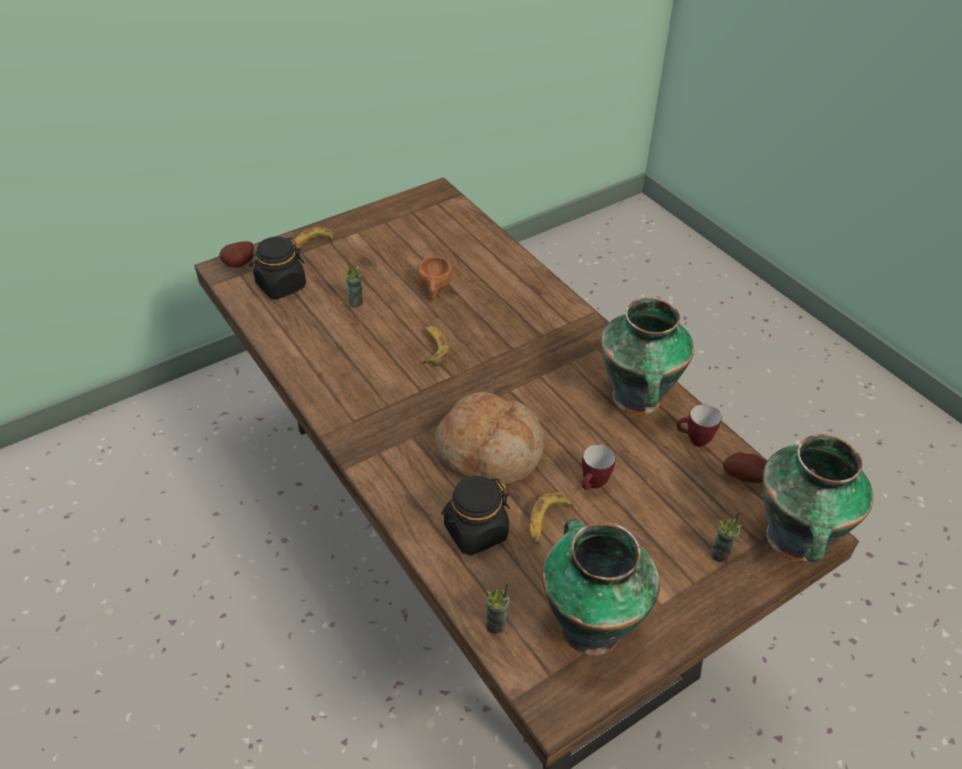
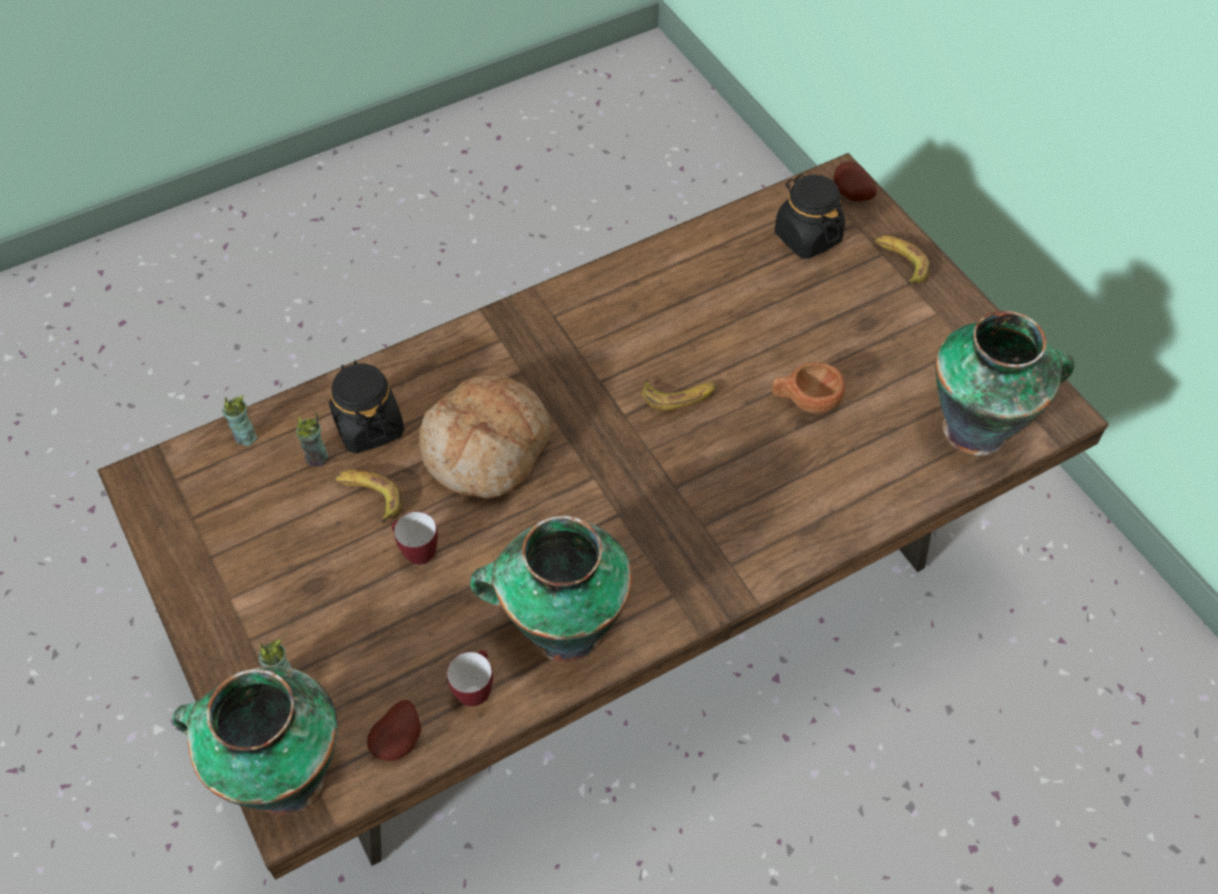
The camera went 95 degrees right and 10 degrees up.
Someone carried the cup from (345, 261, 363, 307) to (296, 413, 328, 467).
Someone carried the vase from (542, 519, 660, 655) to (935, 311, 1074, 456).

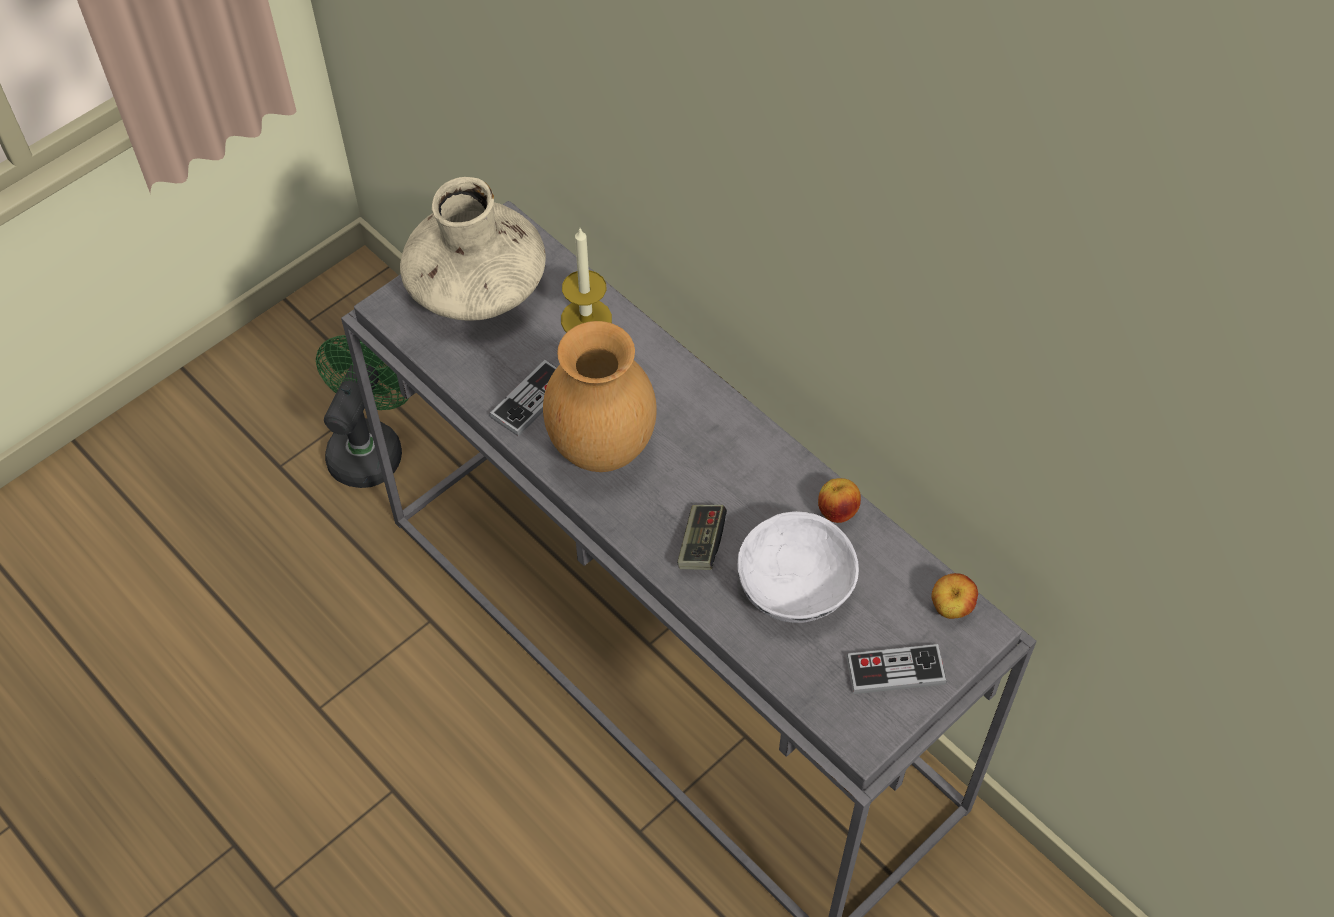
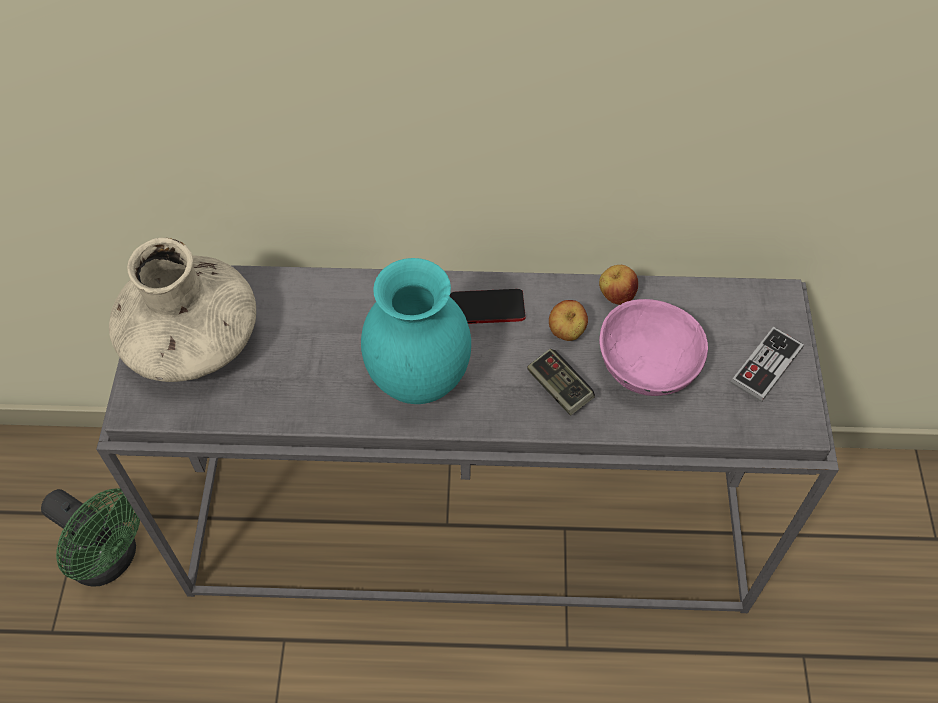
The camera went 45 degrees left and 0 degrees up.
Someone rotated the fan (green) at (316, 335, 410, 488) by 150 degrees clockwise.
Someone repainted the vase (brown) at (543, 321, 657, 472), which became the vase (turquoise) at (361, 258, 471, 404).
Someone put down the phone at (450, 289, 526, 324).
Someone carried the apple from (931, 573, 978, 619) to (549, 300, 588, 341).
Someone repainted the bowl (white) at (737, 511, 859, 623), which became the bowl (pink) at (599, 299, 708, 396).
Someone took away the game controller at (489, 360, 557, 436).
Someone took away the candle at (561, 228, 612, 333).

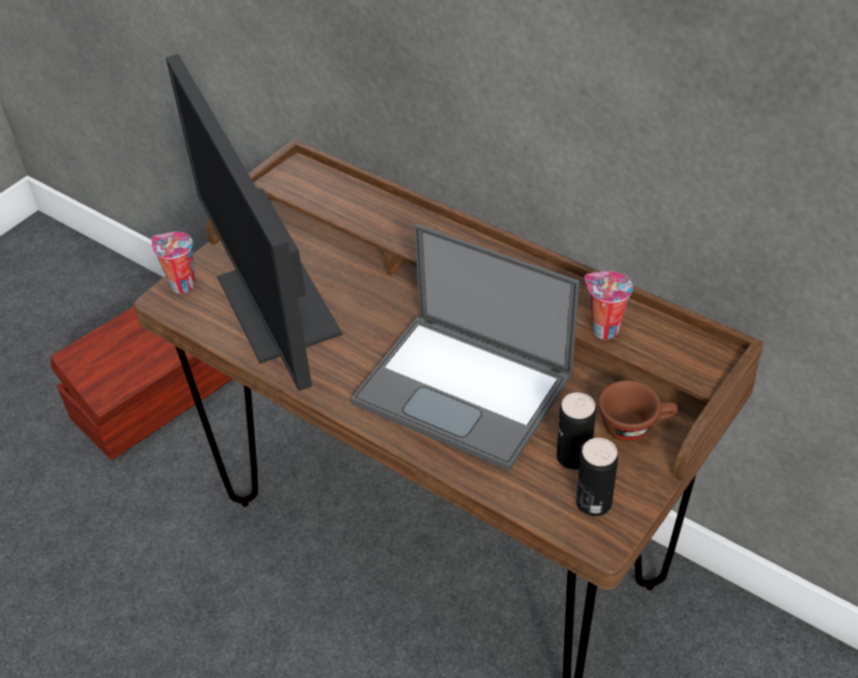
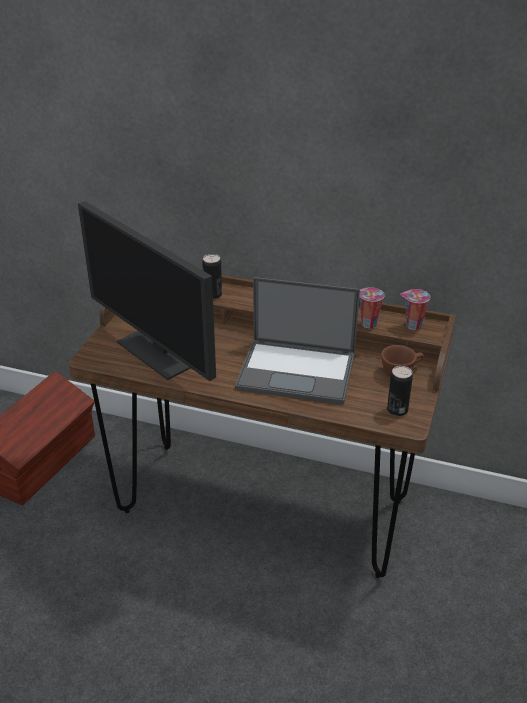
The camera went 20 degrees left and 10 degrees down.
Someone carried the can from (557, 392, 596, 470) to (202, 254, 222, 299).
Someone carried the cup from (151, 232, 195, 294) to (400, 289, 430, 330).

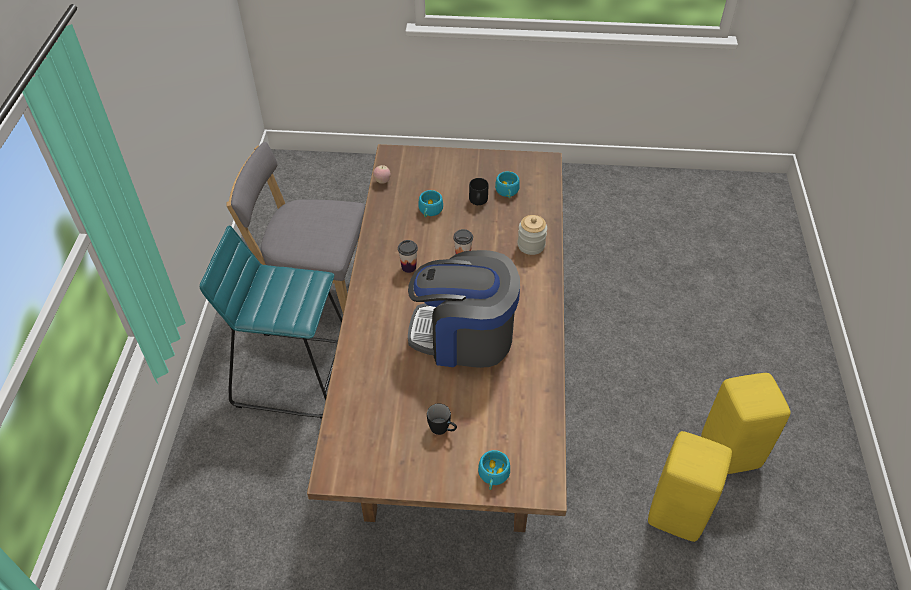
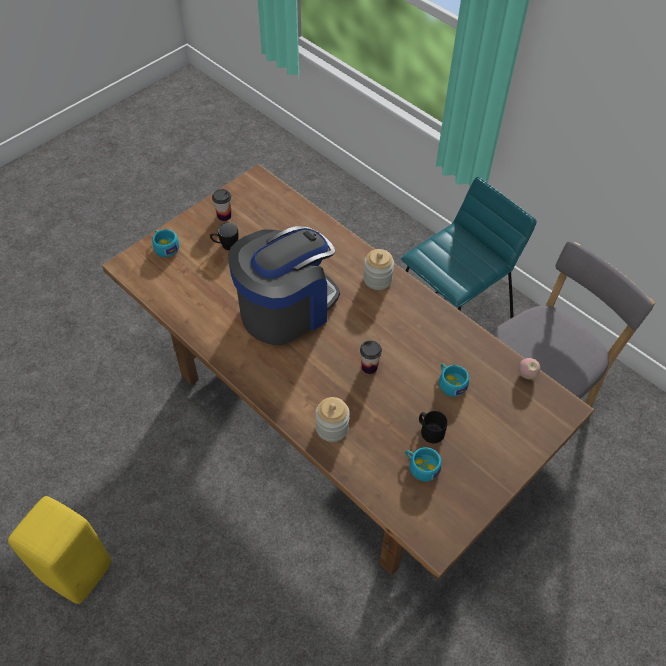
The camera went 130 degrees right and 5 degrees up.
Someone carried the cup from (398, 240, 418, 273) to (212, 189, 231, 221).
Someone put down the jar at (363, 249, 394, 290).
Someone took away the stool (yellow) at (648, 431, 732, 542).

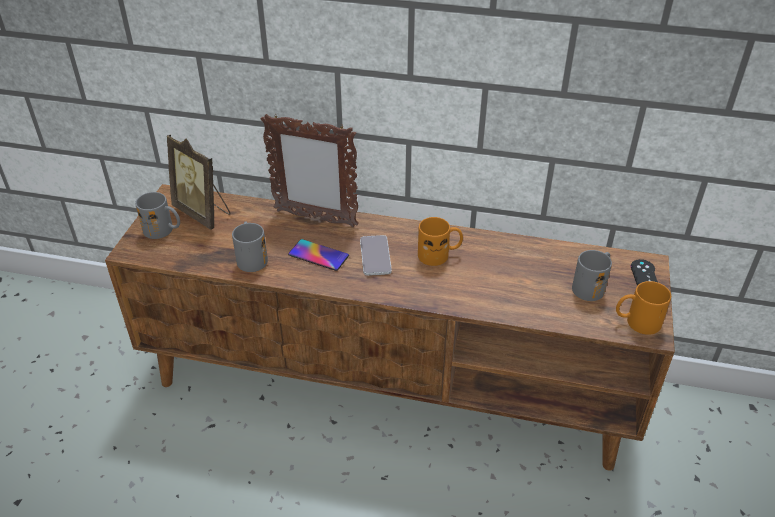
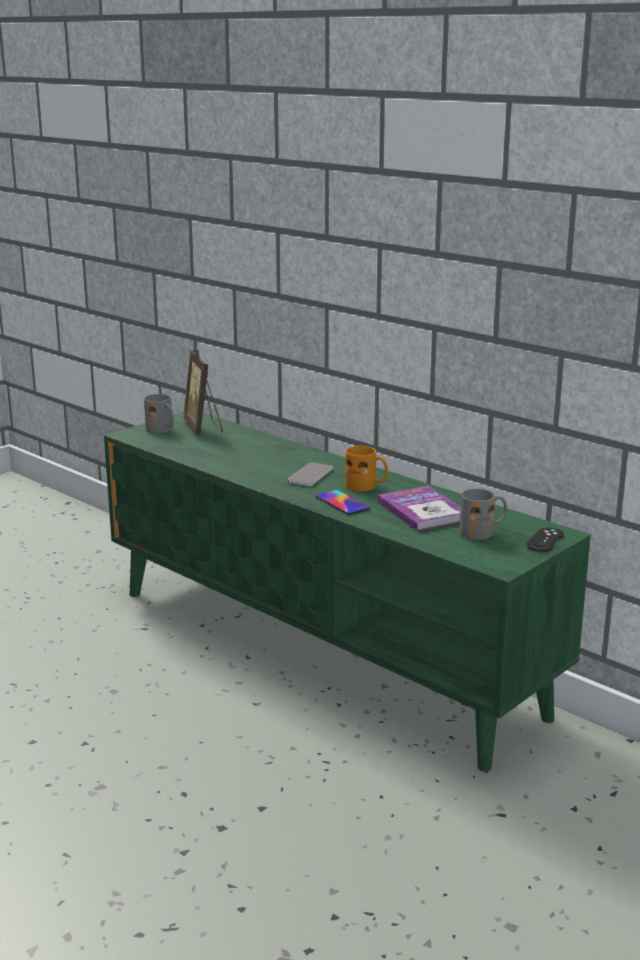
The camera went 30 degrees right and 20 degrees down.
Someone repainted the tv stand (brown) at (105, 184, 675, 471), which became the tv stand (green) at (104, 412, 591, 772).
Someone carried the phone from (288, 239, 349, 271) to (315, 490, 370, 515).
Someone put down the book at (378, 486, 460, 531).
Someone took away the mug (grey) at (232, 221, 268, 272).
Someone took away the picture frame at (261, 114, 359, 227).
Someone took away the mug (orange) at (616, 281, 671, 335).

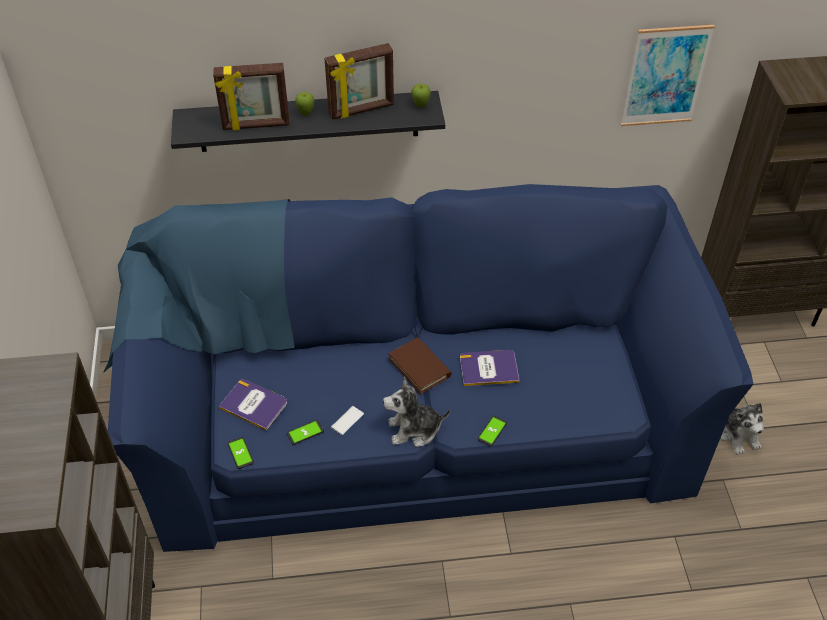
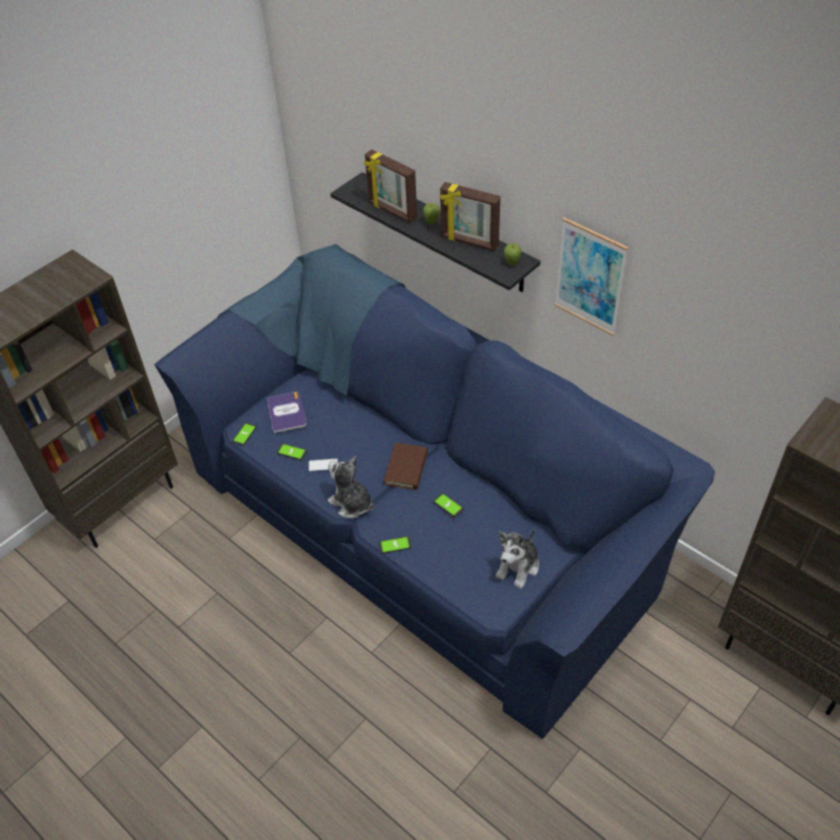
The camera went 50 degrees right and 0 degrees up.
Someone swapped the book at (460, 350, 520, 386) for the phone at (433, 493, 464, 517).
Someone carried the plush toy from (721, 403, 764, 455) to (496, 528, 539, 589).
Someone carried the picture from (621, 25, 715, 126) to (554, 217, 629, 336).

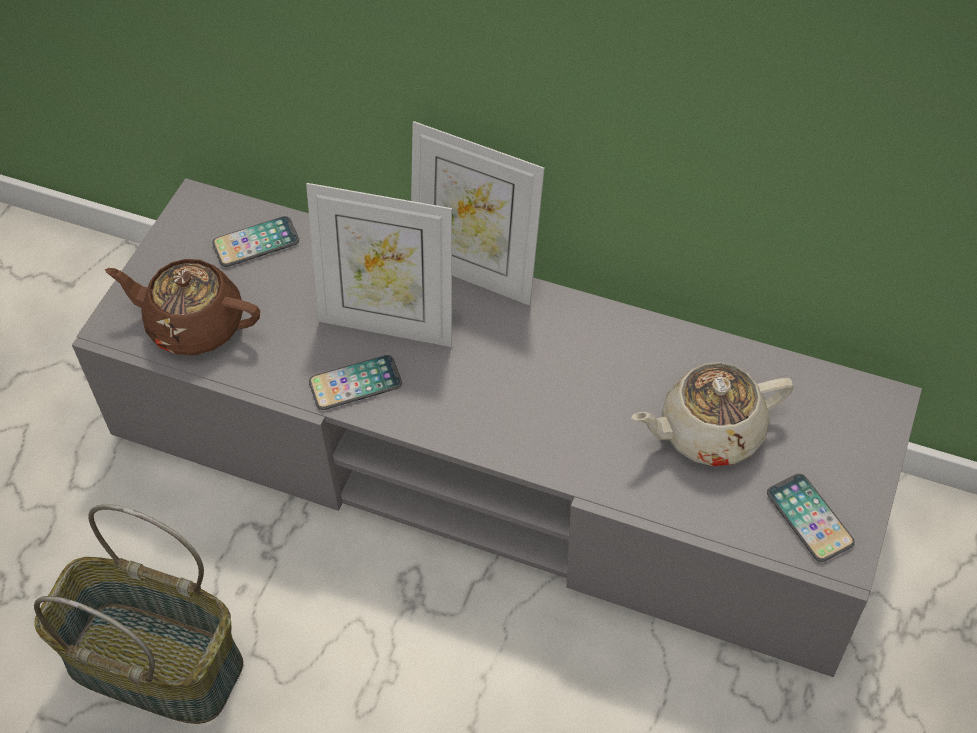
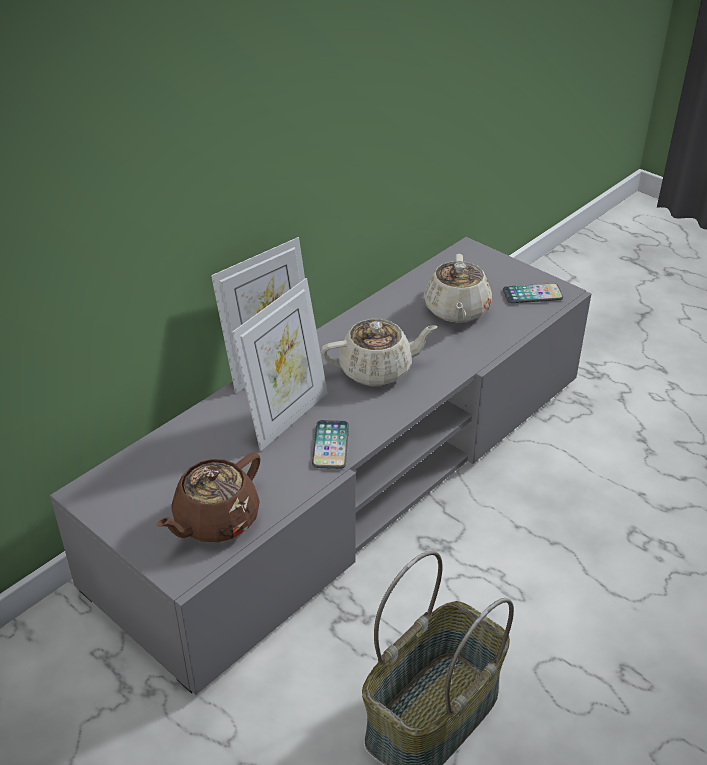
The camera went 70 degrees left and 15 degrees down.
Someone put down the teapot (beige) at (321, 319, 438, 386).
Someone took away the phone at (212, 216, 299, 267).

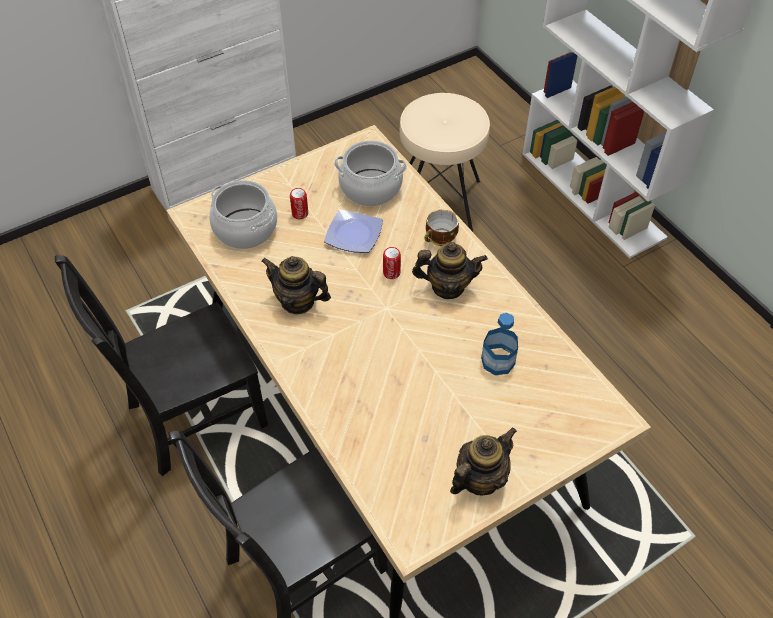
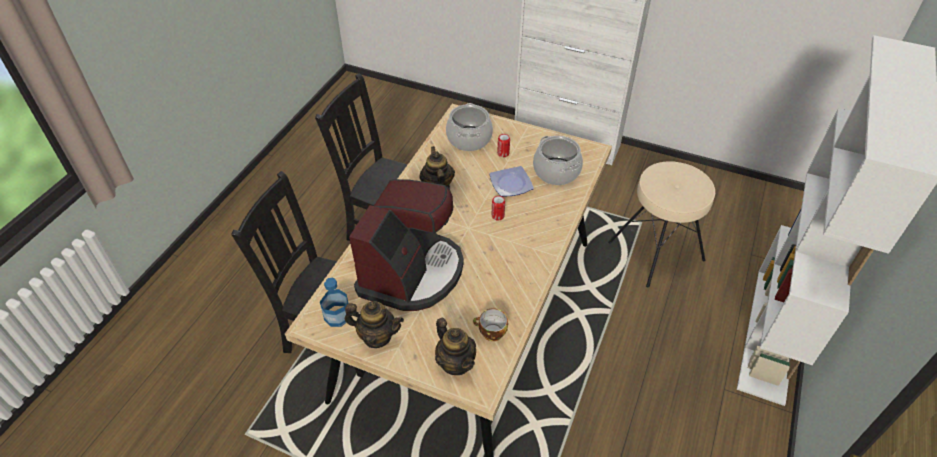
The camera went 55 degrees right and 5 degrees down.
Someone carried the bottle from (481, 313, 518, 375) to (320, 278, 349, 327).
Someone put down the coffee machine at (349, 179, 464, 311).
Someone carried the teapot from (412, 242, 488, 299) to (435, 318, 476, 375).
Someone carried the cup from (424, 209, 459, 246) to (473, 308, 508, 341).

